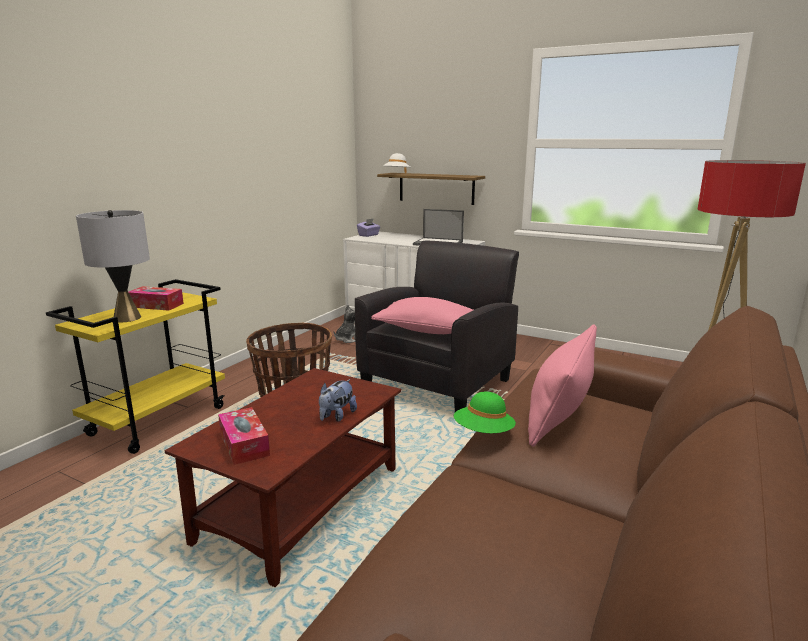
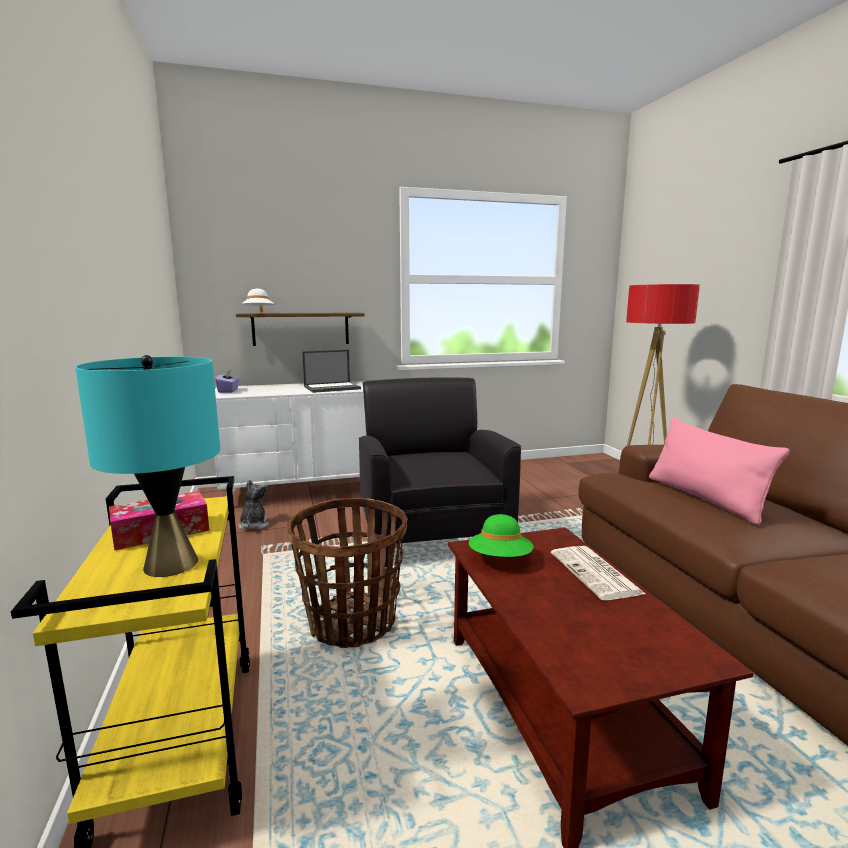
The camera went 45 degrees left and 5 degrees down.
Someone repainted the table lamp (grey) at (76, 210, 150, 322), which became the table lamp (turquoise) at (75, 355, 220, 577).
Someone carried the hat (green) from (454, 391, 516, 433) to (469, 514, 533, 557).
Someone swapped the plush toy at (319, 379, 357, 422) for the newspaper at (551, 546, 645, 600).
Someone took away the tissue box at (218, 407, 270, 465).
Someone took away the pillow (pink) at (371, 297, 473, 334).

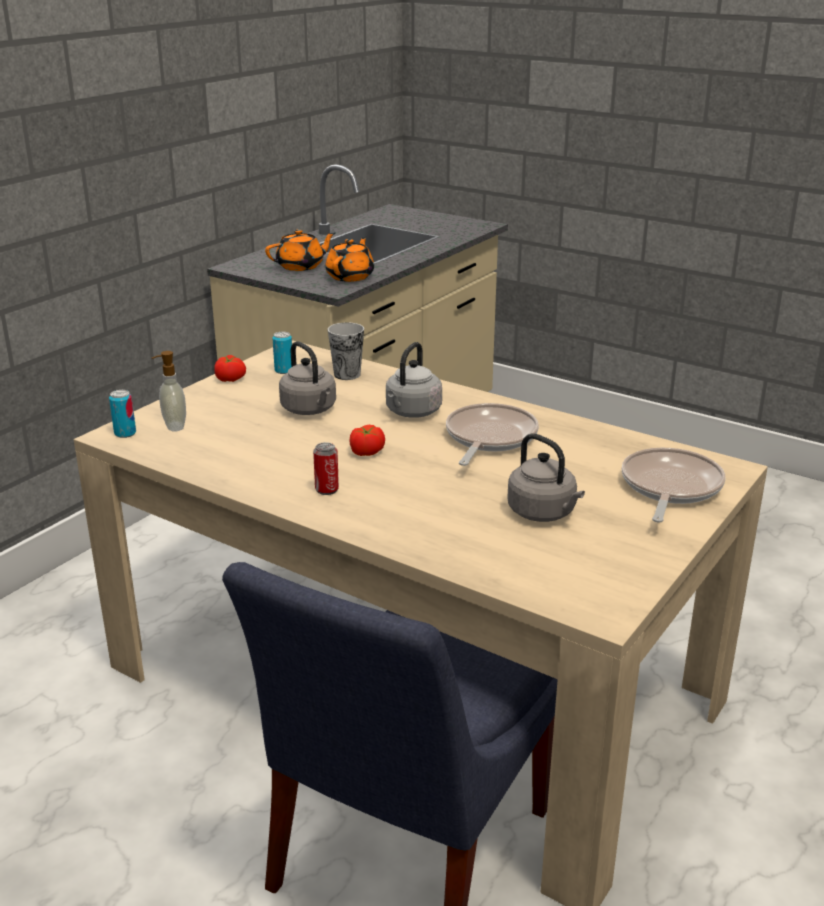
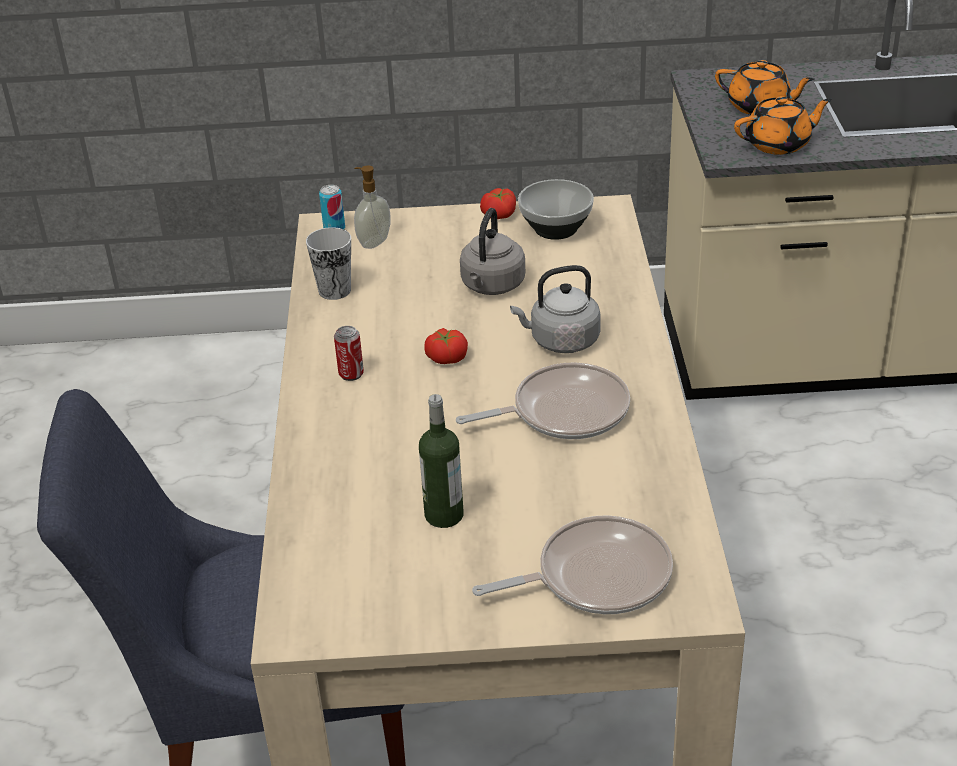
The camera went 55 degrees right and 10 degrees up.
Someone carried the cup from (328, 323, 364, 380) to (306, 227, 351, 300).
Someone swapped the kettle (grey) at (507, 433, 585, 522) for the bottle at (419, 394, 464, 528).
Someone swapped the can at (273, 332, 292, 374) for the bowl at (518, 179, 594, 240).

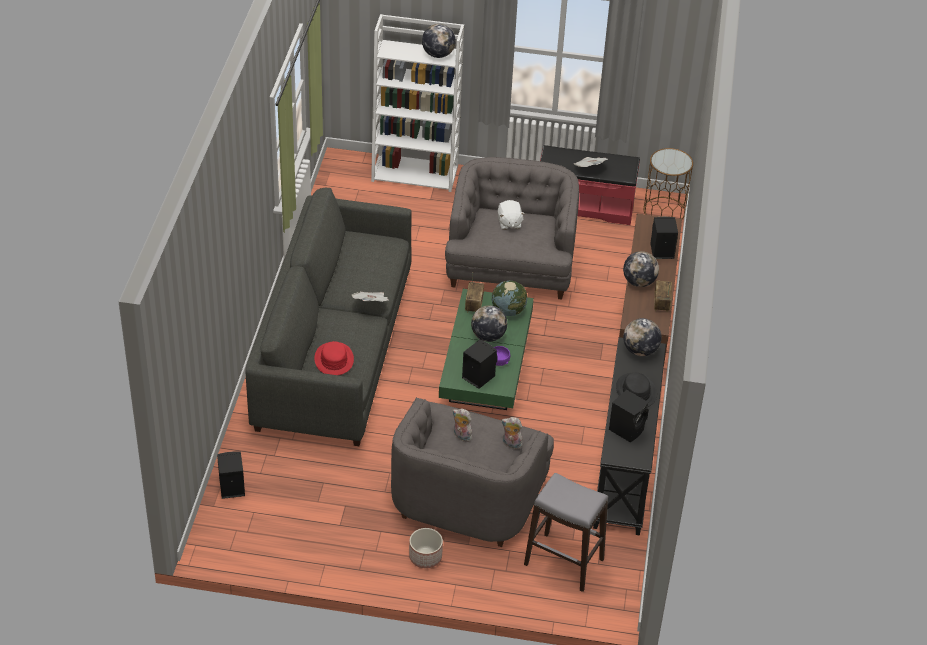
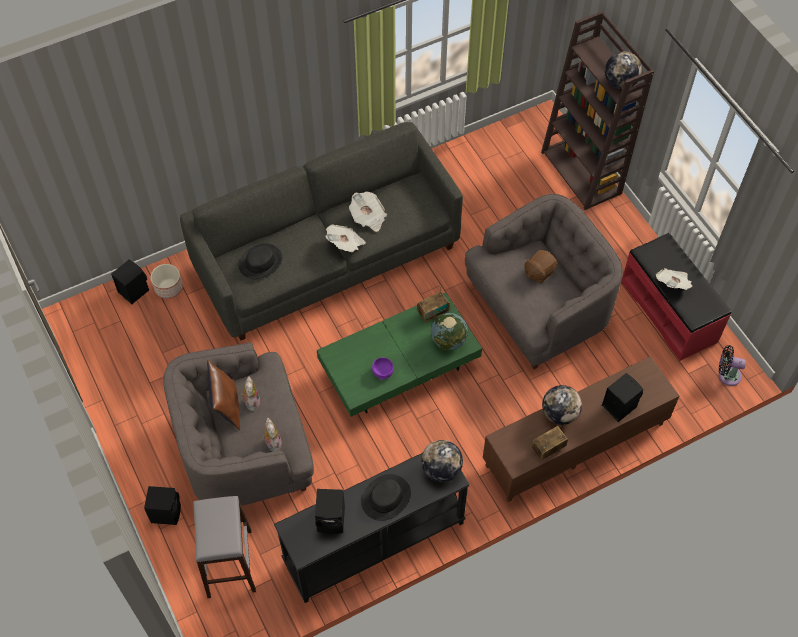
The camera went 55 degrees right and 15 degrees up.
Someone carried the speaker (black) from (462, 339, 498, 389) to (144, 486, 181, 525).
Someone carried the planter from (409, 528, 443, 568) to (150, 264, 183, 299).
Someone put down the pillow (brown) at (207, 360, 240, 430).
Someone repainted the hat (red) at (314, 341, 354, 375), which became the hat (black) at (238, 243, 282, 279).
Someone put down the newspaper at (349, 192, 387, 232).
Someone repainted the plush toy (white) at (498, 200, 525, 230), which became the plush toy (brown) at (524, 250, 557, 284).
Someone repainted the bookcase (white) at (371, 14, 464, 192), which became the bookcase (brown) at (541, 11, 654, 210).
Someone swapped the side table (brown) at (643, 148, 693, 219) for the fan (black) at (719, 345, 746, 386).
Someone took away the globe at (471, 305, 507, 342).

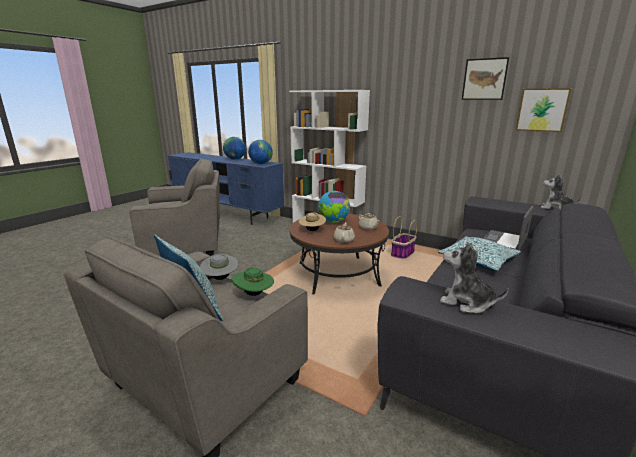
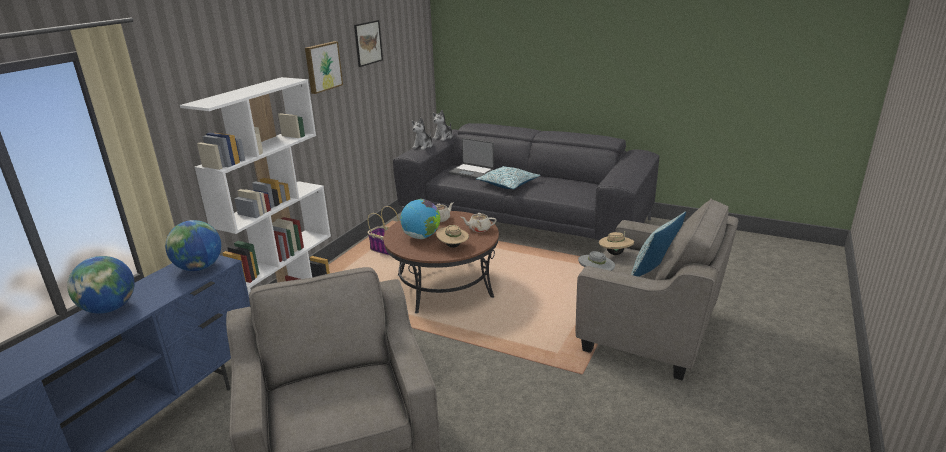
The camera went 95 degrees left and 5 degrees up.
Someone carried the picture from (516, 88, 571, 132) to (305, 41, 343, 94).
Someone carried the plush toy from (440, 242, 509, 314) to (411, 118, 433, 150).
Someone repainted the hat (green) at (232, 267, 274, 296), which became the hat (beige) at (599, 232, 634, 255).

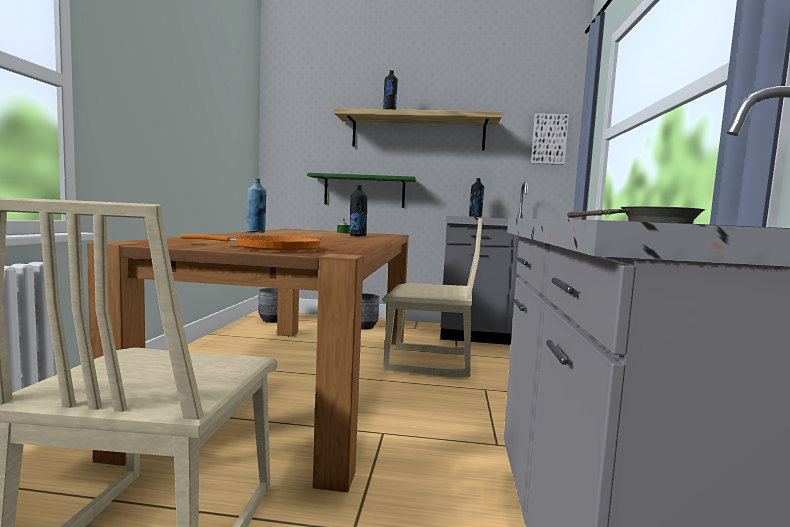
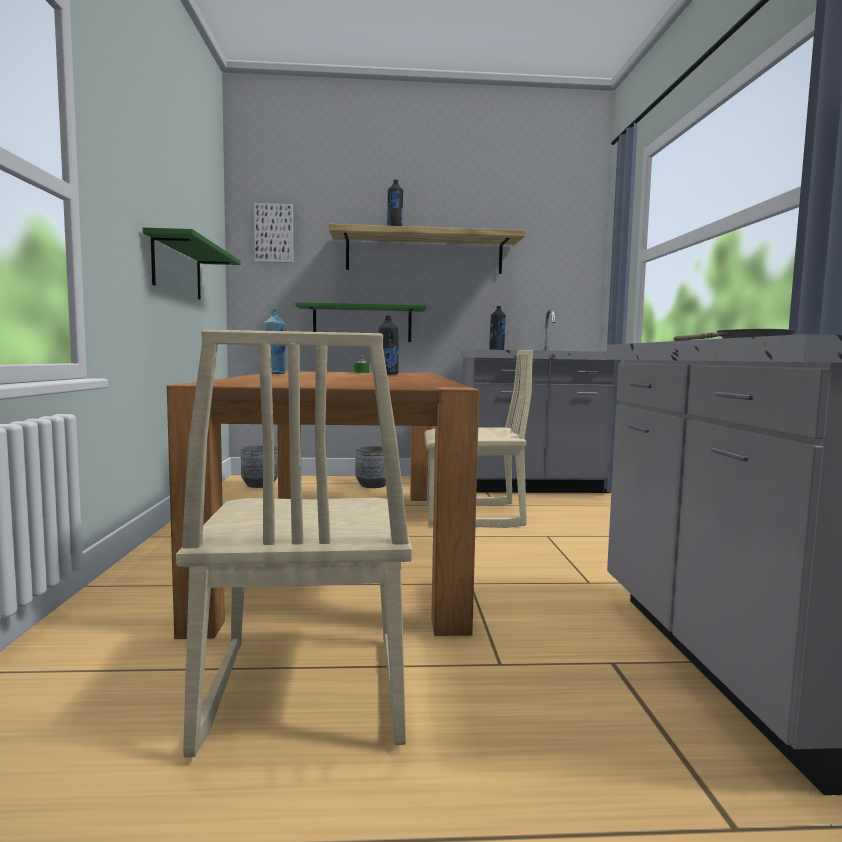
The camera went 10 degrees left and 0 degrees up.
Someone put up the shelf (green) at (143, 227, 241, 299).
Someone carried the picture from (531, 113, 569, 165) to (254, 203, 293, 263).
Someone took away the frying pan (orange) at (180, 234, 321, 251).

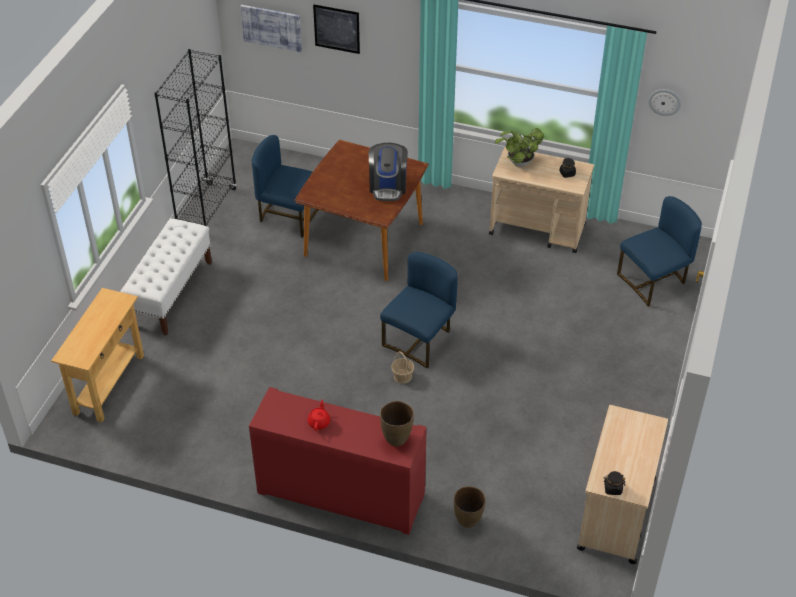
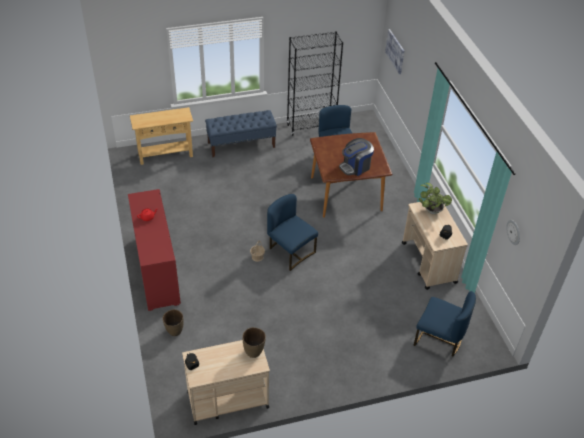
The camera went 55 degrees right and 0 degrees up.
Someone repainted the bench (white) at (120, 219, 212, 336), which became the bench (blue) at (205, 110, 277, 157).
Someone carried the vase (brown) from (380, 401, 414, 446) to (242, 327, 266, 358).
Someone rotated the chair (blue) at (380, 252, 458, 369) by 135 degrees counterclockwise.
Someone took away the picture at (313, 5, 360, 54).

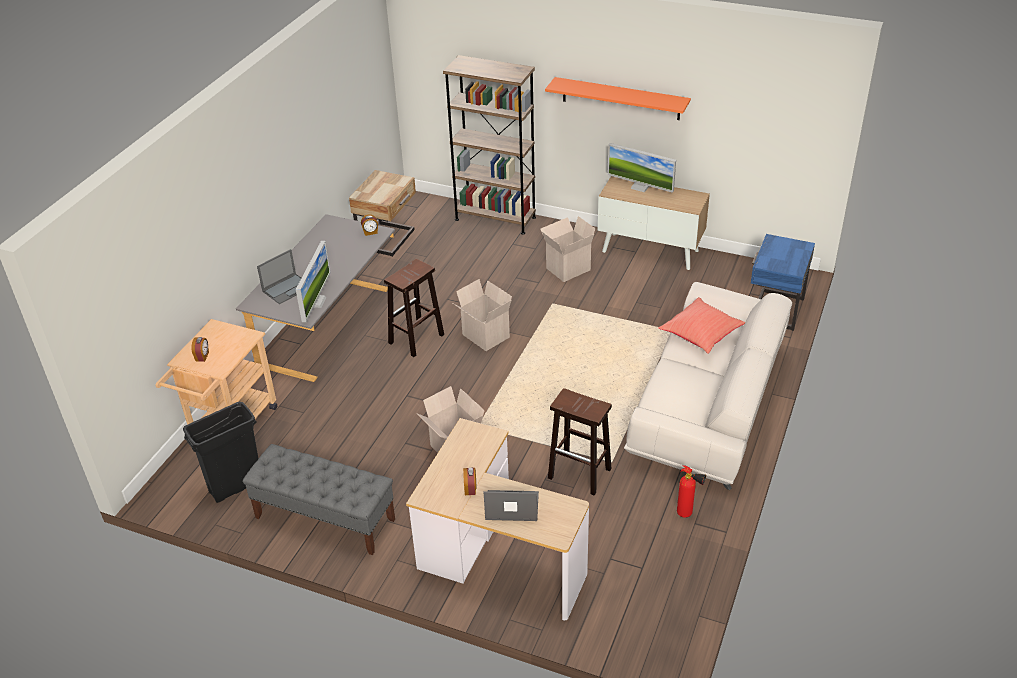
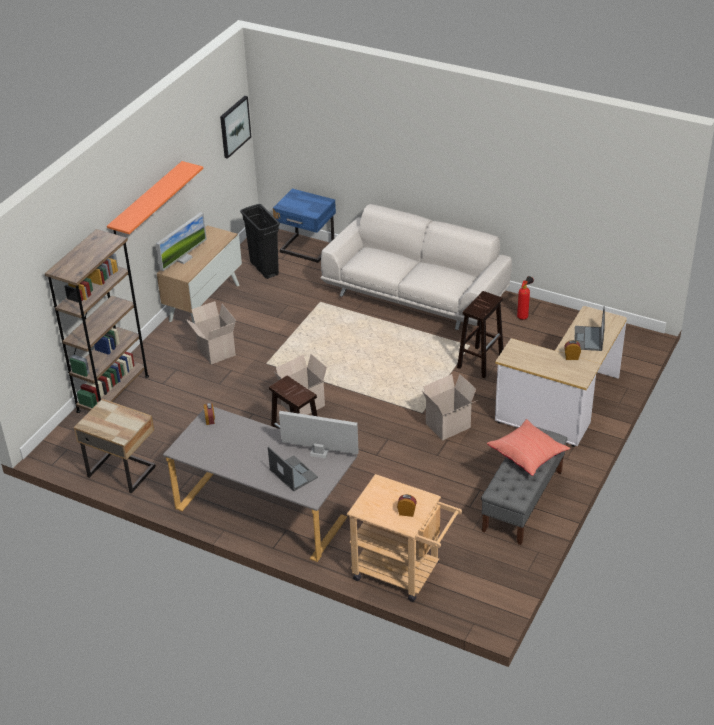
The camera went 85 degrees left and 0 degrees up.
Someone put up the picture at (220, 96, 251, 159).
Someone carried the trash can (black) from (183, 402, 258, 503) to (240, 204, 280, 279).
Someone carried the pillow (red) from (659, 297, 745, 354) to (487, 419, 570, 476).

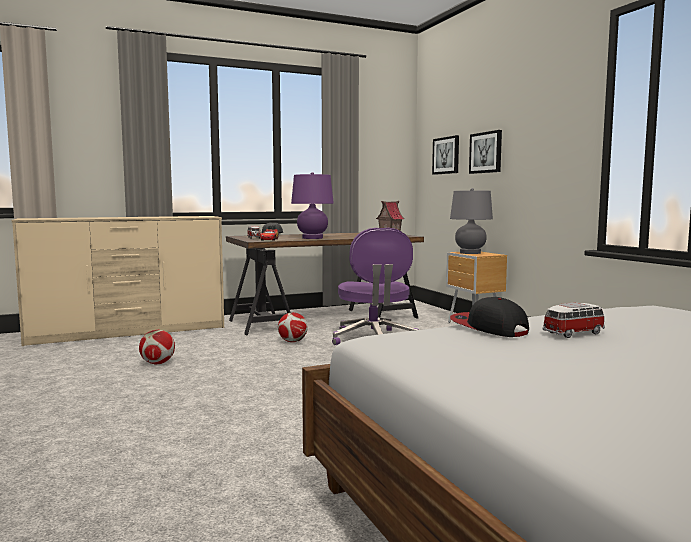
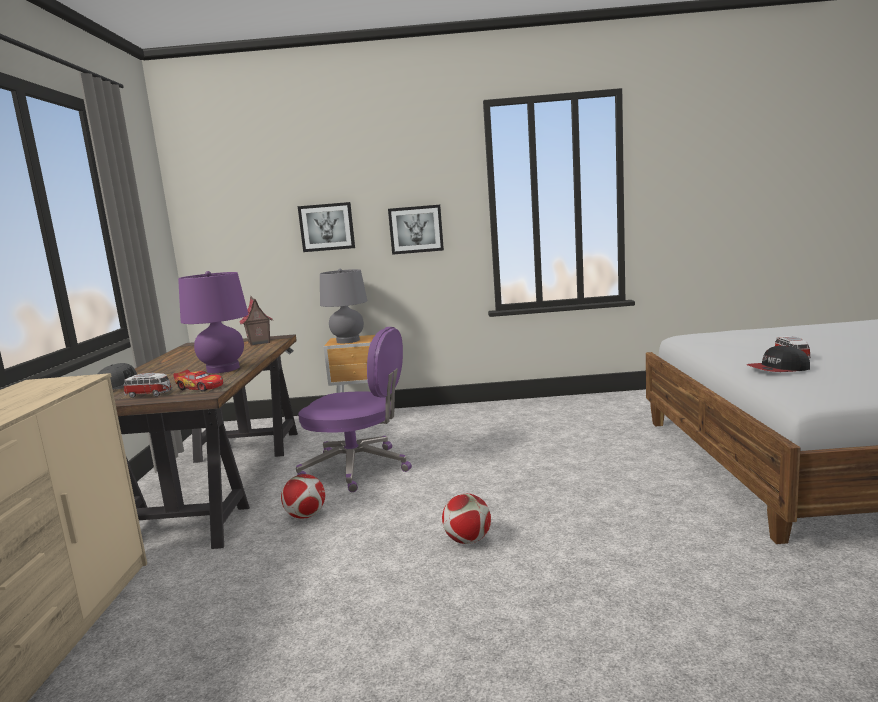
The camera went 65 degrees left and 5 degrees up.
Someone carried the picture from (432, 135, 459, 175) to (388, 205, 444, 255).
Someone carried the football from (139, 330, 175, 364) to (442, 494, 491, 544).

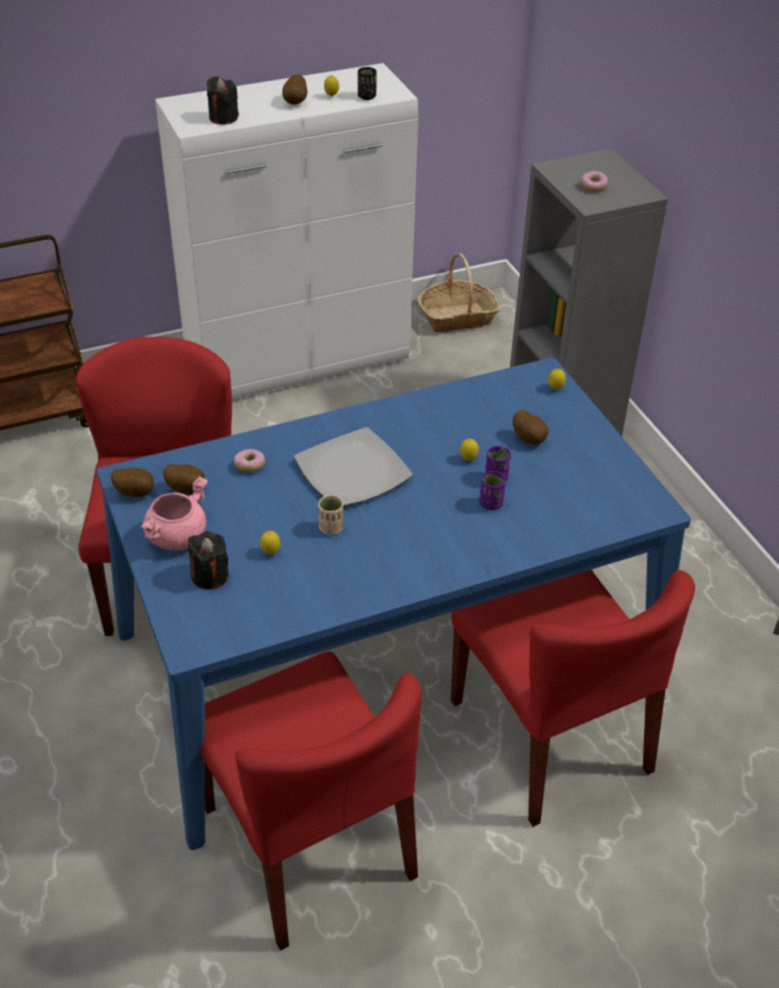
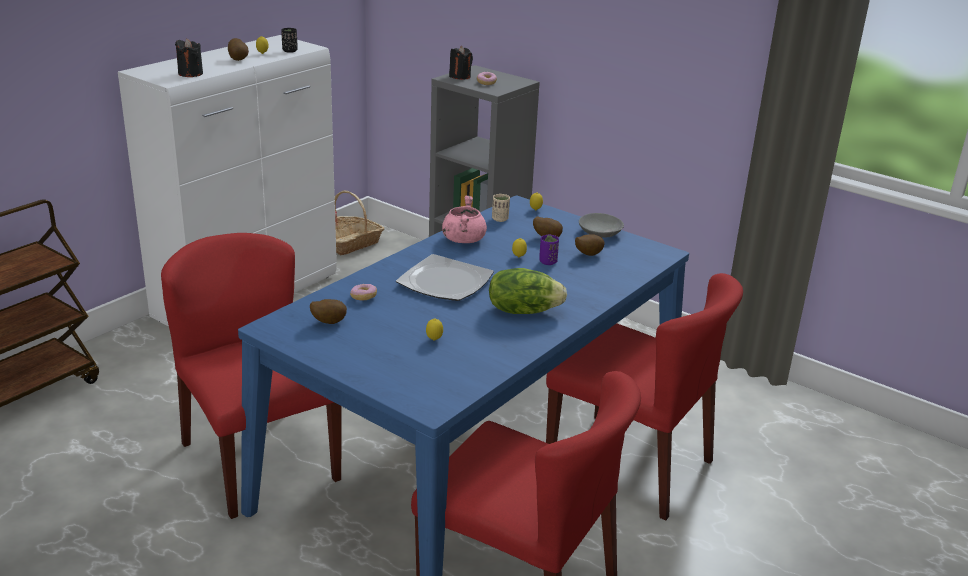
The camera went 30 degrees left and 15 degrees down.
Someone carried the cooking pot (pink) from (140, 476, 208, 551) to (442, 196, 487, 243).
Someone carried the candle (black) from (188, 531, 229, 589) to (449, 46, 473, 80).
Someone put down the lettuce at (489, 268, 567, 314).
Someone carried the cup (beige) from (318, 495, 343, 535) to (492, 194, 510, 222).
Someone carried the potato from (111, 467, 154, 497) to (575, 234, 605, 256).
Someone put down the bowl (grey) at (579, 213, 624, 238).
Someone took away the cup (purple) at (479, 471, 506, 510).

